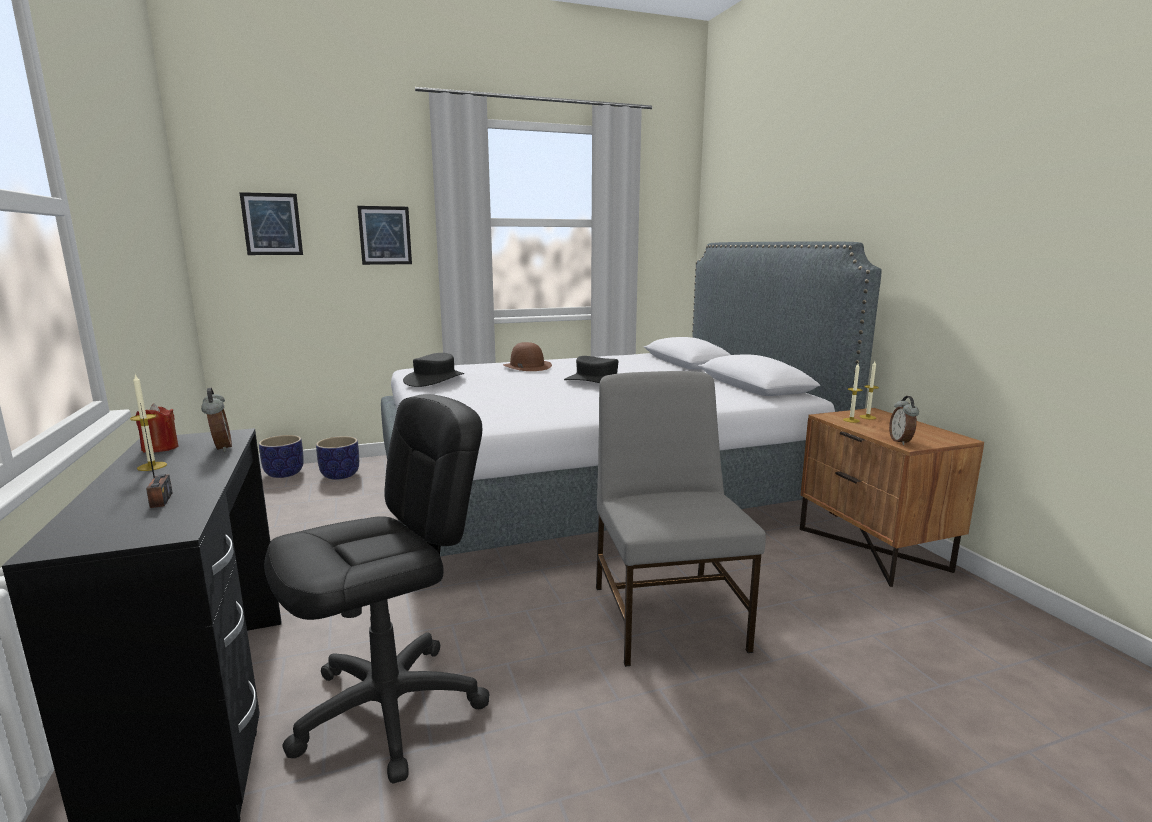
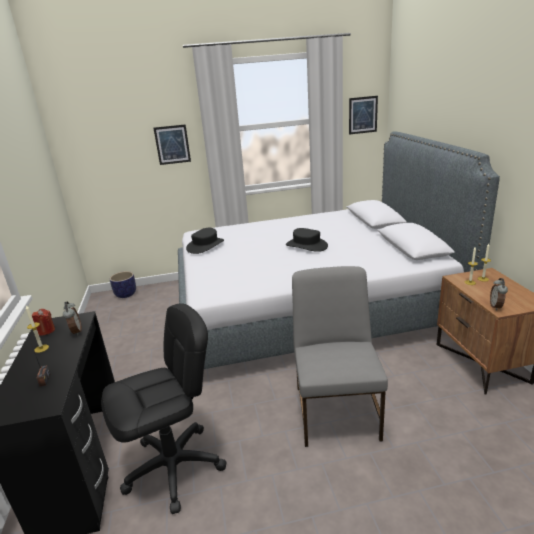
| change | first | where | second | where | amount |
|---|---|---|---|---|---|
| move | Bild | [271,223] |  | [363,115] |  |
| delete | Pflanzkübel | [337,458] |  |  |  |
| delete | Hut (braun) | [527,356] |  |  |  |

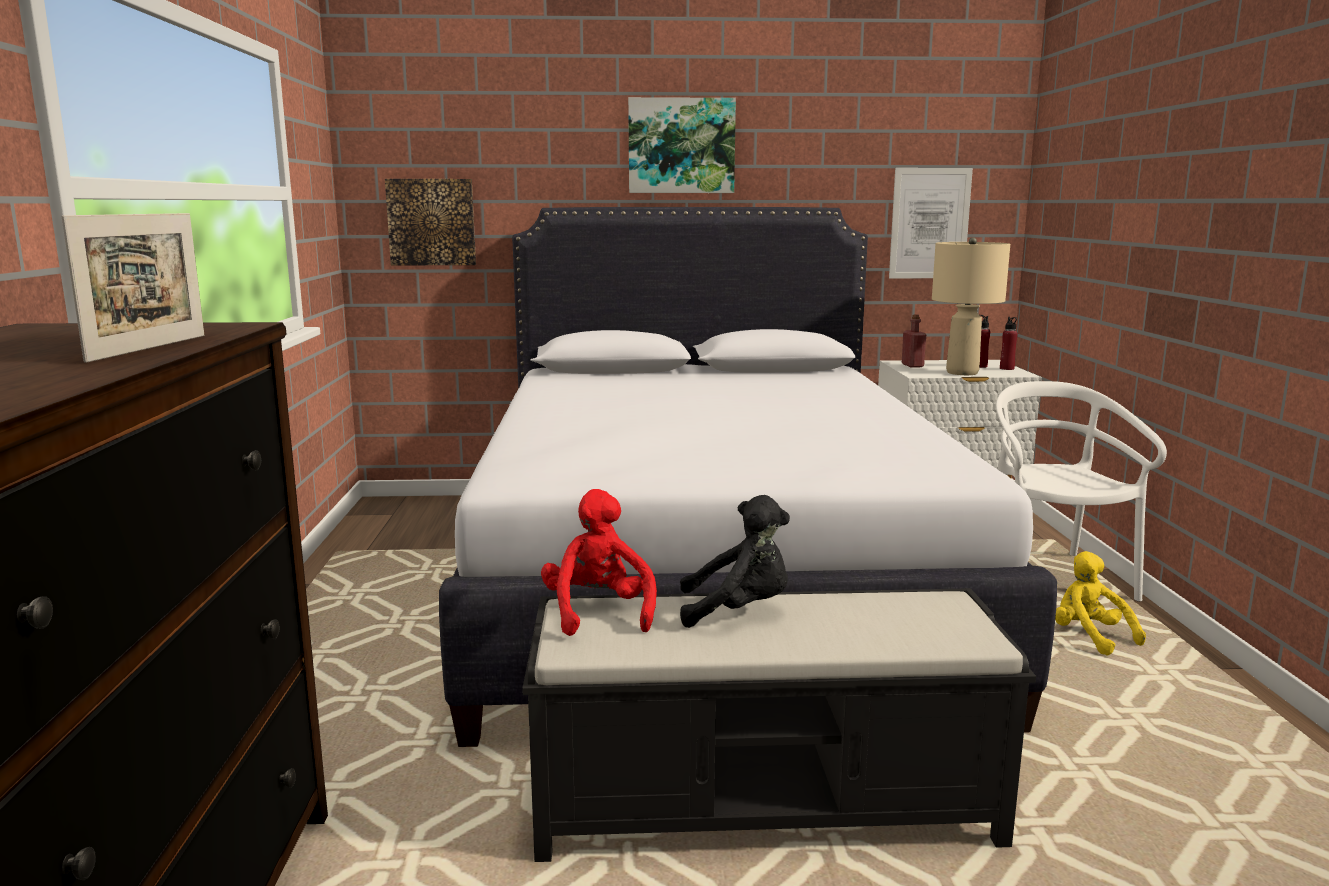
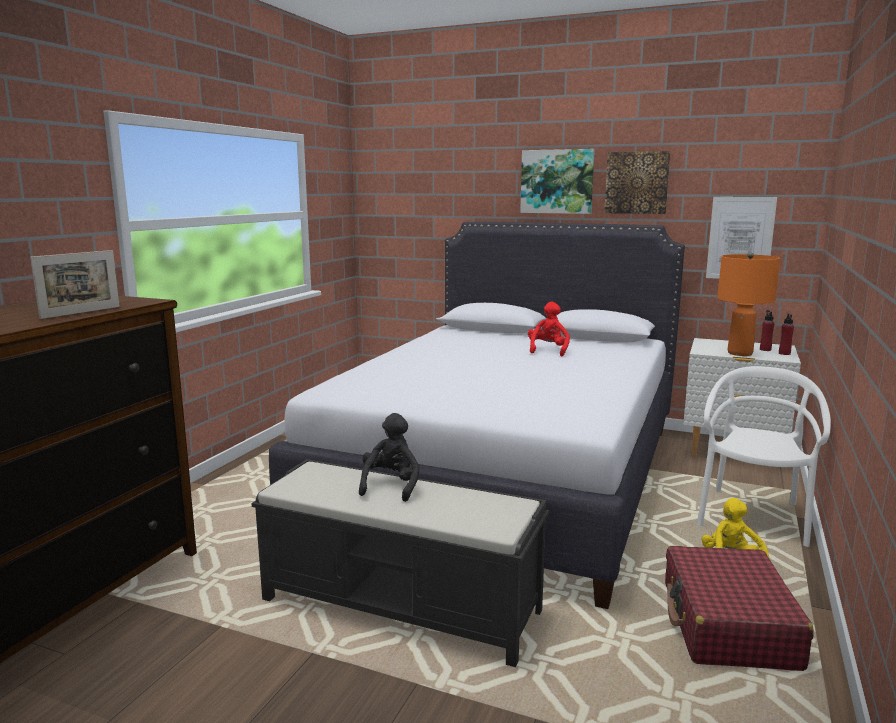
| change | first | where | second | where | amount |
|---|---|---|---|---|---|
| rotate | Plüschtier (schwarz) | [735,561] |  | [389,457] | 105 degrees counterclockwise |
| move | Plüschtier (rot) | [599,562] |  | [549,329] |  |
| move | Bild | [430,222] |  | [637,182] |  |
| insert |  |  | Koffer (rot) | [739,608] |  |
| recolor | Tischlampe (beige) | [971,306] | Tischlampe (orange) | [748,304] |  |
| delete | Flasche (rot) | [914,341] |  |  |  |

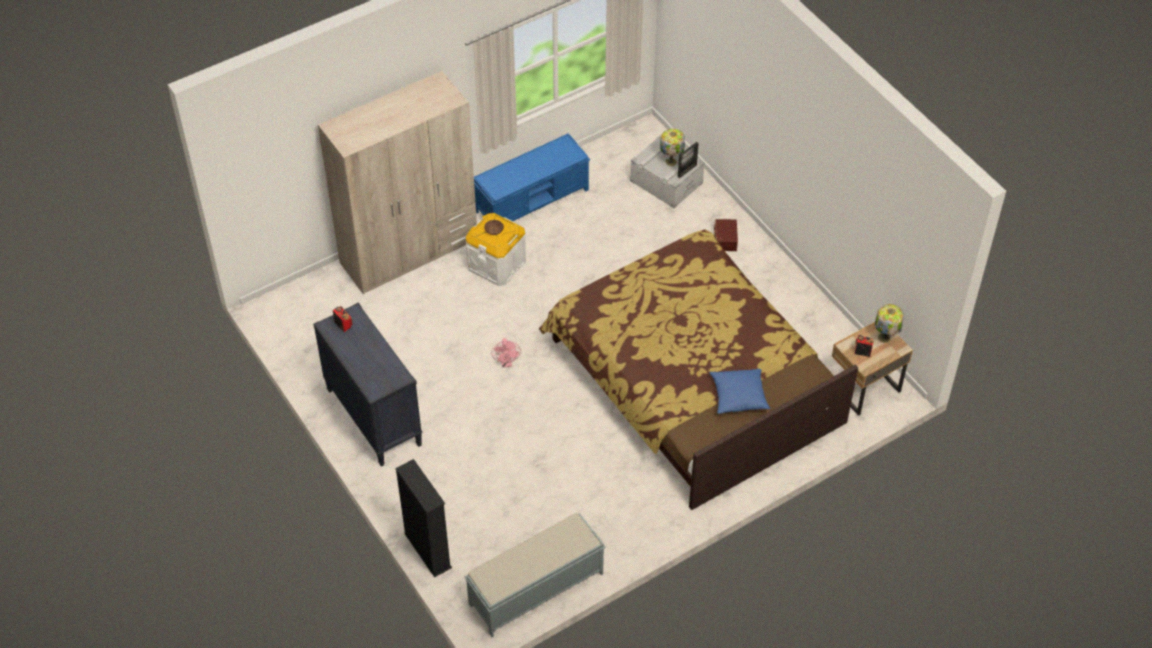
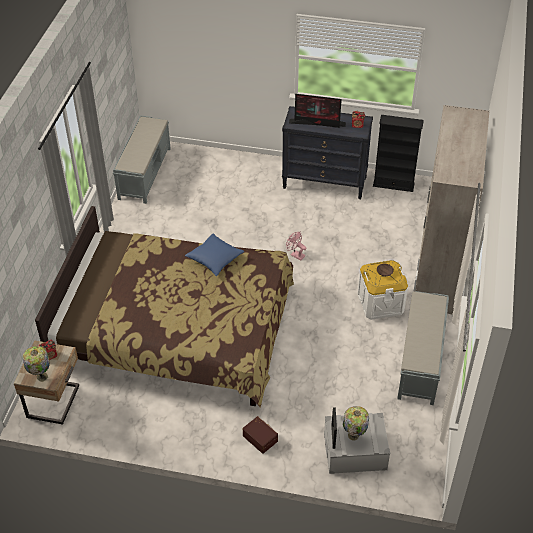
| change | first | where | second | where | amount |
|---|---|---|---|---|---|
| move | Kissen (blau) | [740,391] |  | [214,254] |  |
| insert |  |  | Monitor | [317,111] |  |
| move | Bücherregal (schwarz) | [423,518] |  | [398,153] |  |
| recolor | Bank (blau) | [532,177] | Bank (grau) | [423,348] |  |

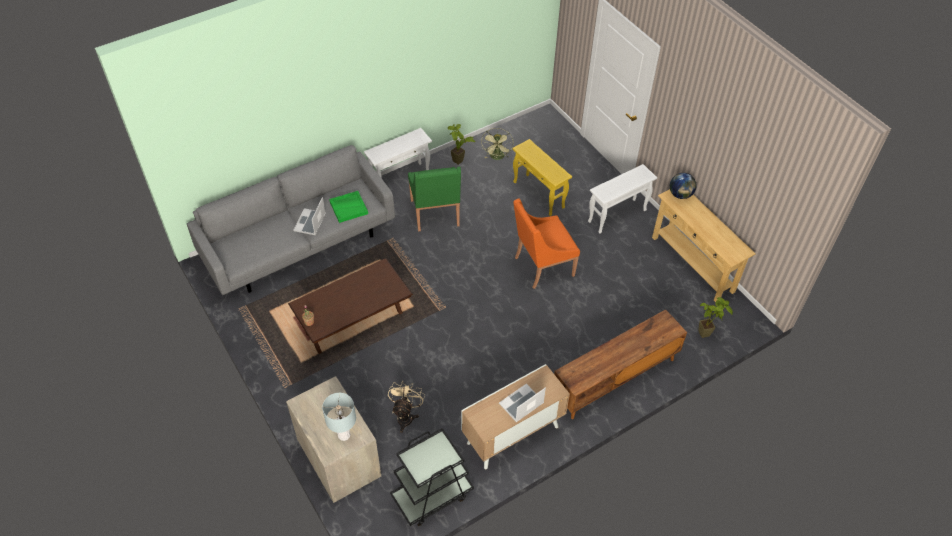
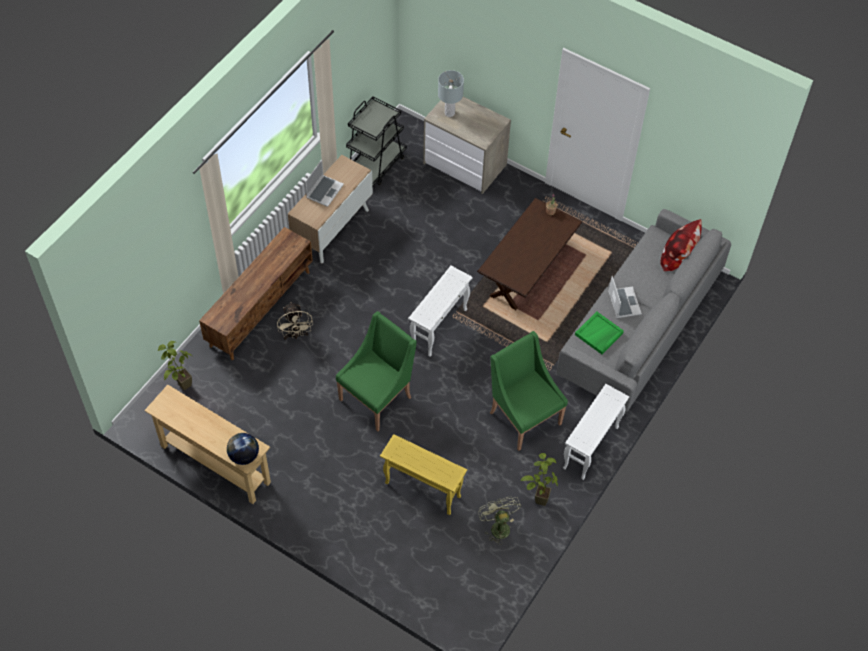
| change | first | where | second | where | amount |
|---|---|---|---|---|---|
| move | Ventilator (beige) | [406,407] |  | [295,321] |  |
| recolor | Sessel (orange) | [546,244] | Sessel (grün) | [376,371] |  |
| move | Beistelltisch (weiß) | [622,199] |  | [440,311] |  |
| insert |  |  | Kissen | [681,245] |  |

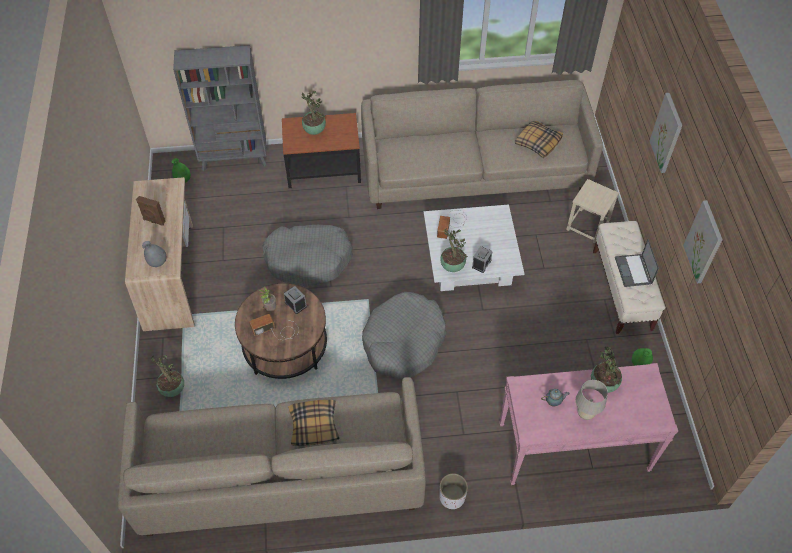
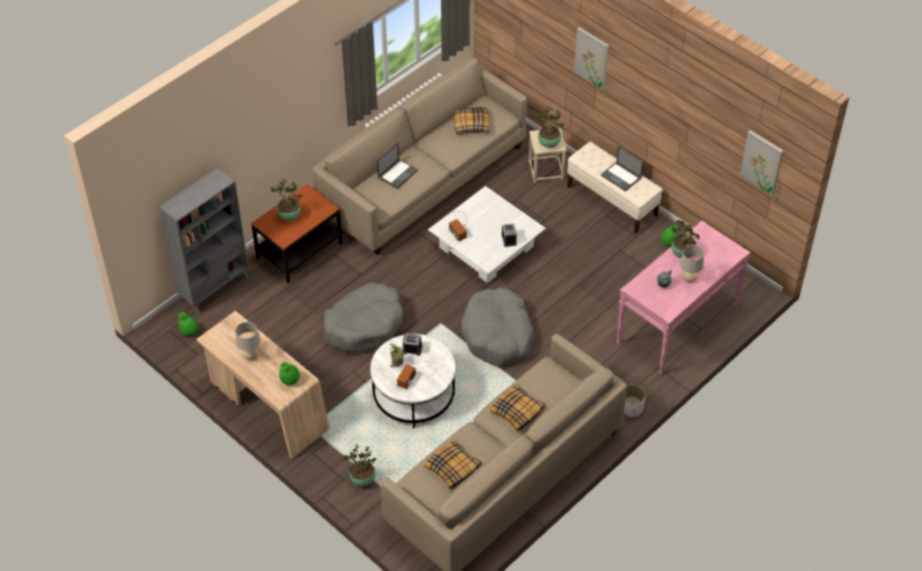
| change | first | where | second | where | amount |
|---|---|---|---|---|---|
| replace | Lautsprecher (braun) | [151,211] | Tischlampe (beige) | [248,340] |  |
| recolor | Vase (grau) | [154,254] | Vase (grün) | [289,373] |  |
| recolor | Couchtisch (braun) | [281,331] | Couchtisch (weiß) | [413,381] |  |
| insert |  |  | Laptop | [397,166] |  |
| insert |  |  | Kissen | [452,464] |  |
| move | Topfpflanze | [454,250] |  | [549,127] |  |
| move | Bild | [703,241] |  | [762,162] |  |

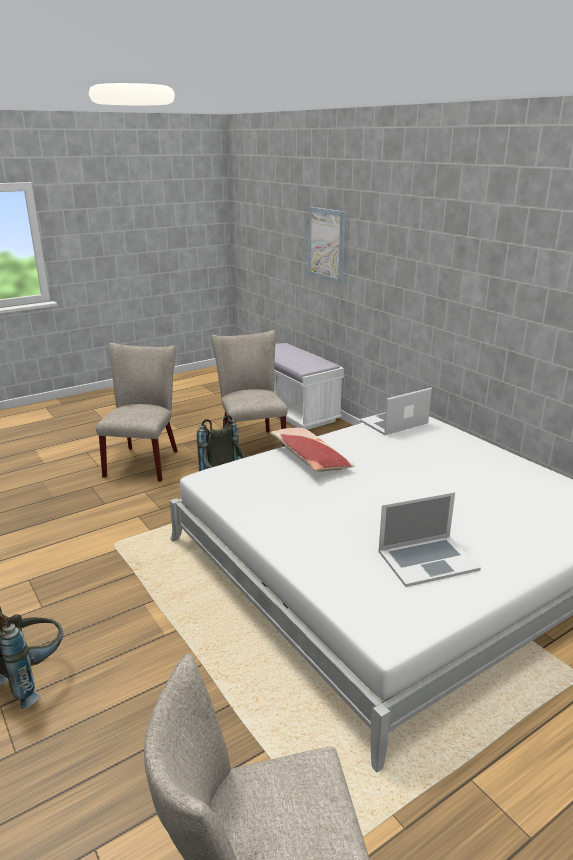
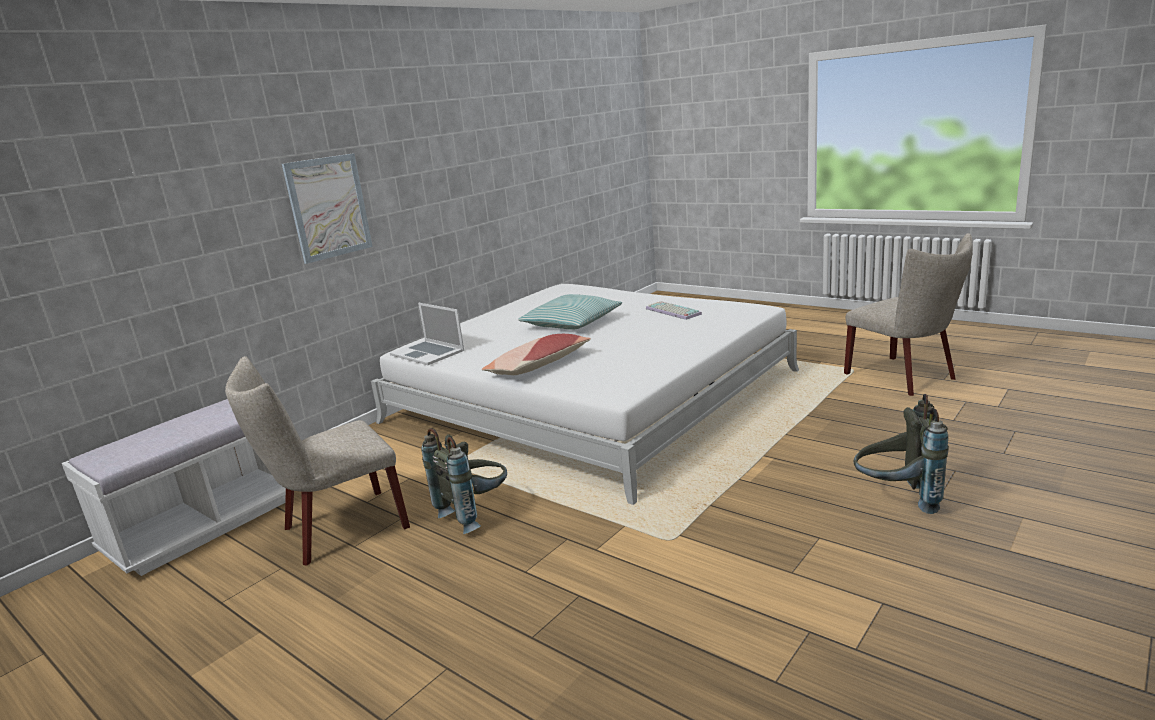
| change | first | where | second | where | amount |
|---|---|---|---|---|---|
| move | Bild | [326,245] |  | [327,208] |  |
| insert |  |  | Kissen | [570,312] |  |
| replace | Laptop | [430,539] | Tastatur | [674,310] |  |
| delete | Stuhl (beige) | [137,412] |  |  |  |

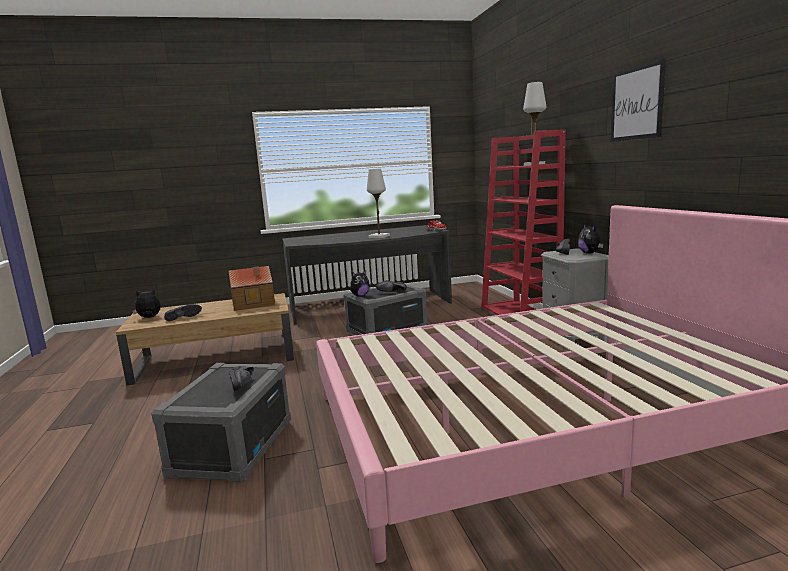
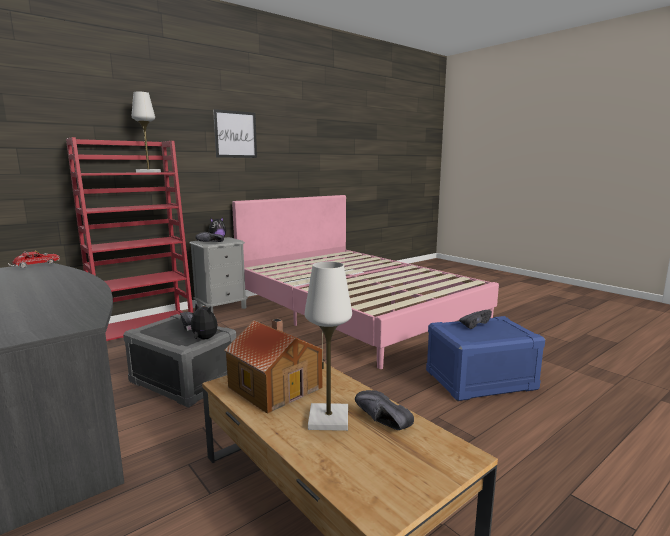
| change | first | where | second | where | amount |
|---|---|---|---|---|---|
| move | Tischlampe (weiß) | [378,203] |  | [328,346] |  |
| recolor | Aufbewahrungsbox (grau) | [221,423] | Aufbewahrungsbox (blau) | [485,358] |  |
| delete | Plüschtier | [146,303] |  |  |  |

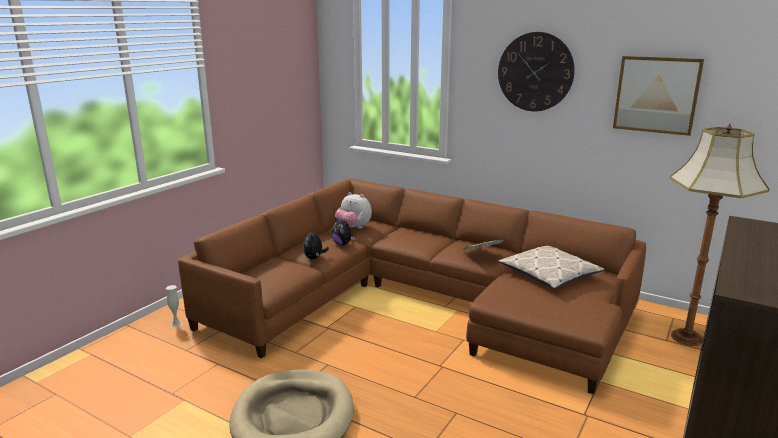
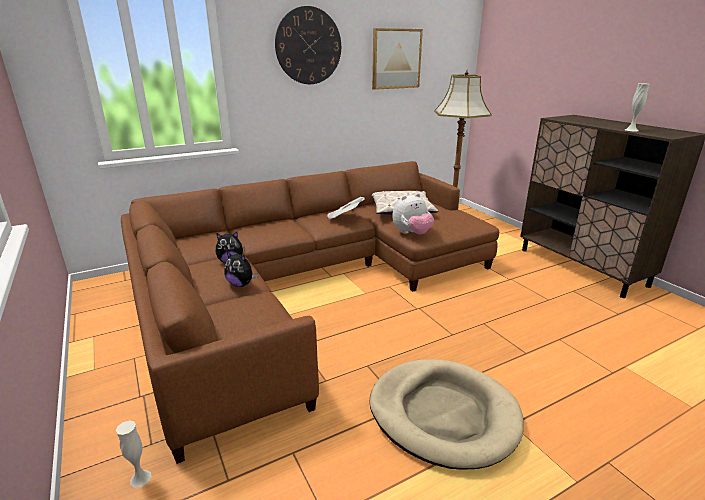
| change | first | where | second | where | amount |
|---|---|---|---|---|---|
| move | Plüschtier | [353,210] |  | [413,214] |  |
| insert |  |  | Vase (weiß) | [637,107] |  |

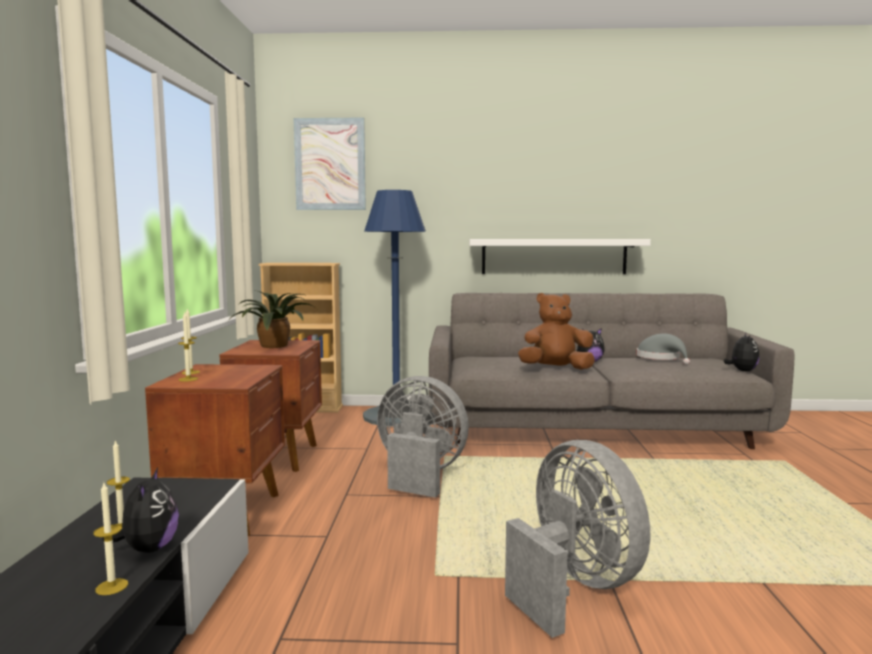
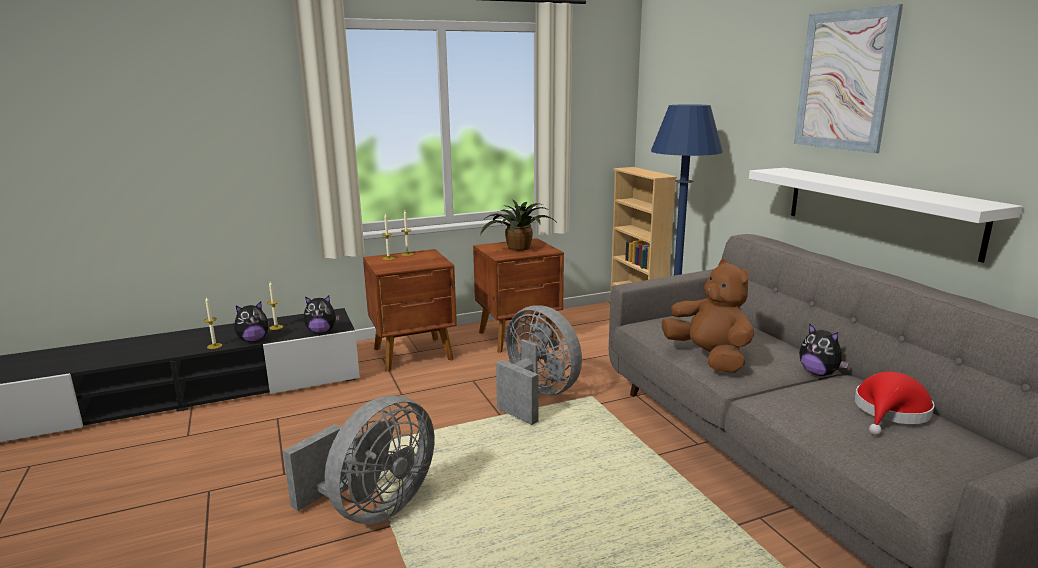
| change | first | where | second | where | amount |
|---|---|---|---|---|---|
| move | Plüschtier | [741,352] |  | [322,314] |  |
| rotate | Ventilator (grau) | [423,437] |  | [539,365] | 45 degrees counterclockwise |
| move | Bild | [330,164] |  | [848,78] |  |
| recolor | Hut (grau) | [663,349] | Hut (rot) | [894,403] |  |

